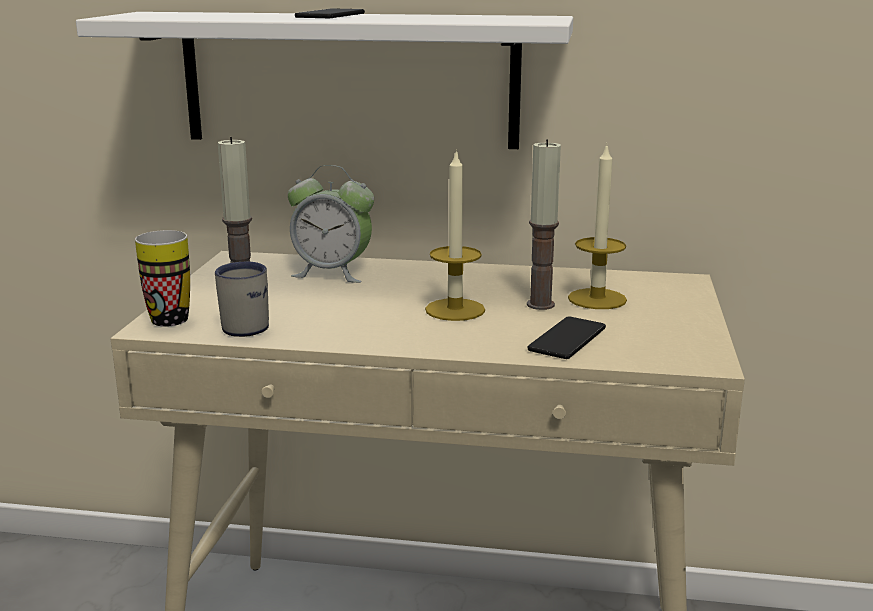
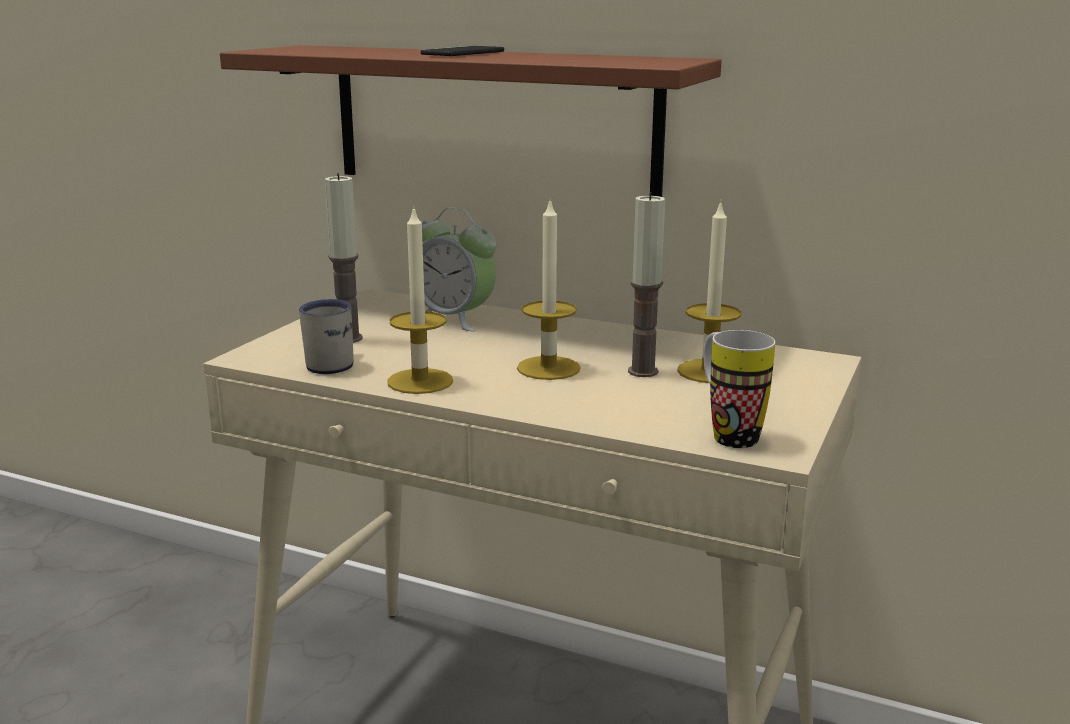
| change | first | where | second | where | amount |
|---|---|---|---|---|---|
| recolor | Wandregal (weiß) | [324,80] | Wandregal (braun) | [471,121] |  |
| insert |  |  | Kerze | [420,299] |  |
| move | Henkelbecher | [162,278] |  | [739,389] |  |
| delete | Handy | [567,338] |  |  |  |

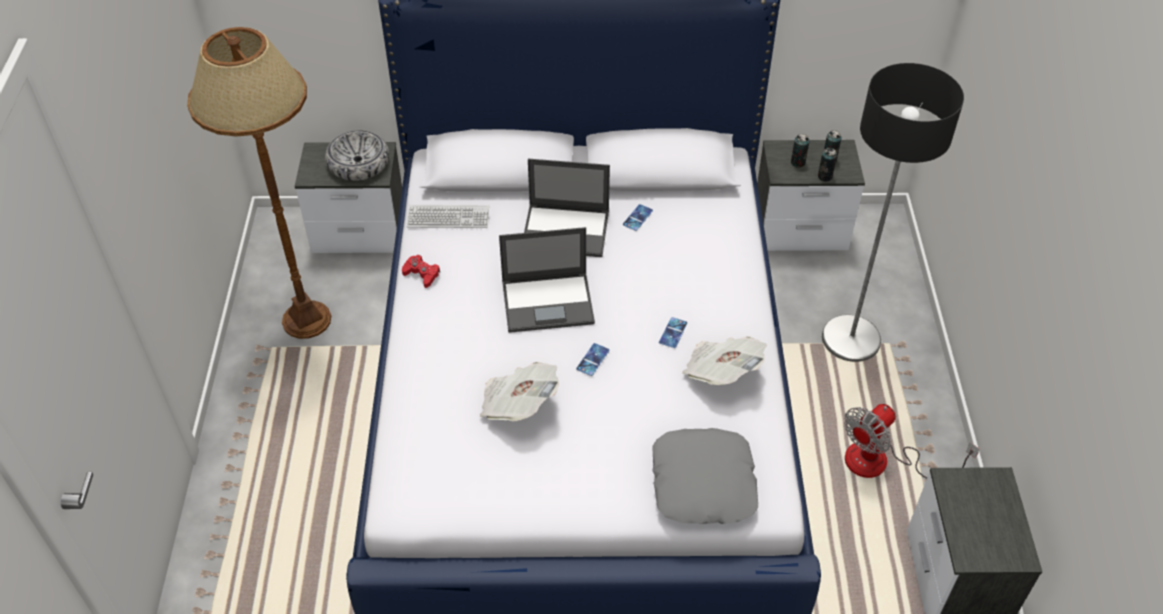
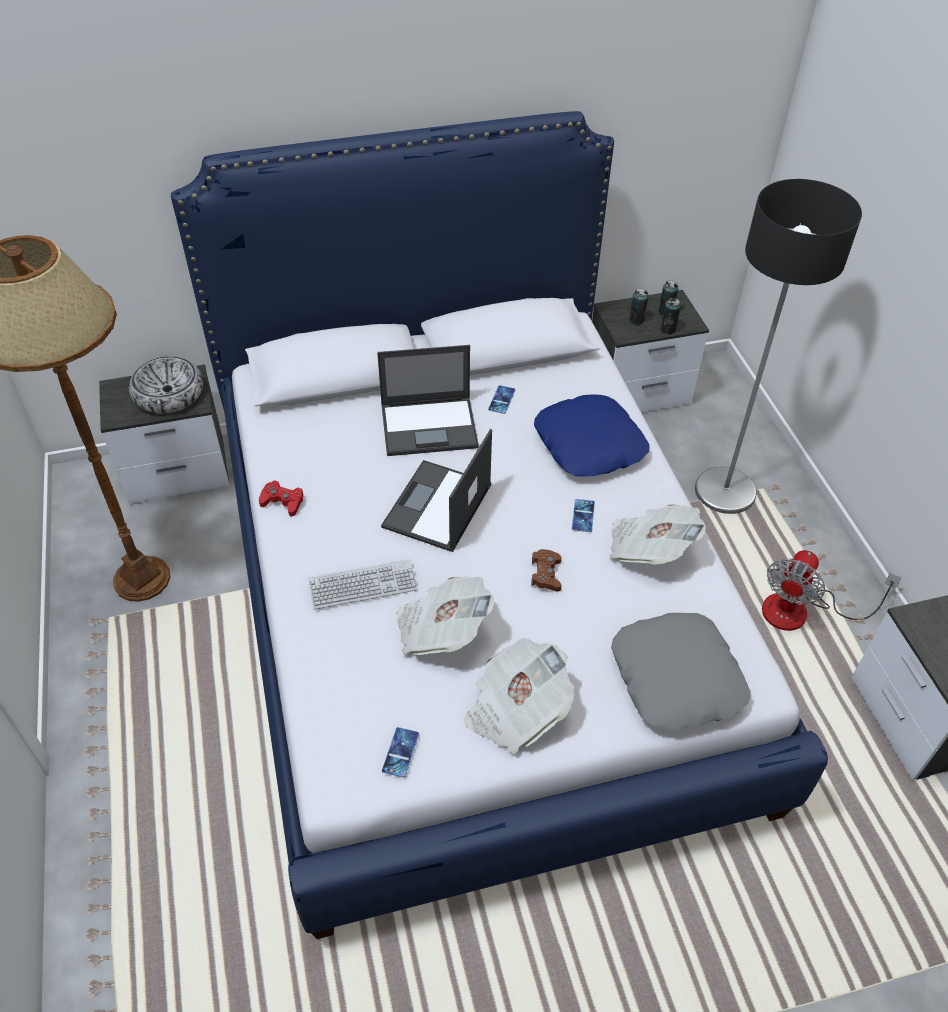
| change | first | where | second | where | amount |
|---|---|---|---|---|---|
| move | Tastatur | [448,216] |  | [363,584] |  |
| rotate | Laptop | [547,280] |  | [436,490] | 135 degrees clockwise |
| move | Handy | [592,359] |  | [400,752] |  |
| insert |  |  | Zeitung | [519,696] |  |
| insert |  |  | Gamepad (braun) | [546,570] |  |
| insert |  |  | Kissen (blau) | [592,435] |  |

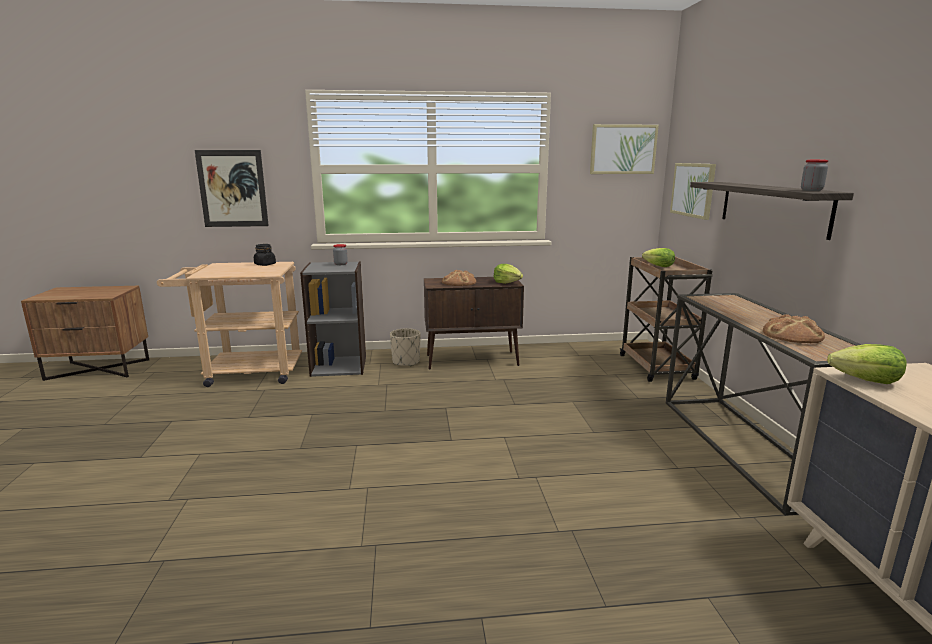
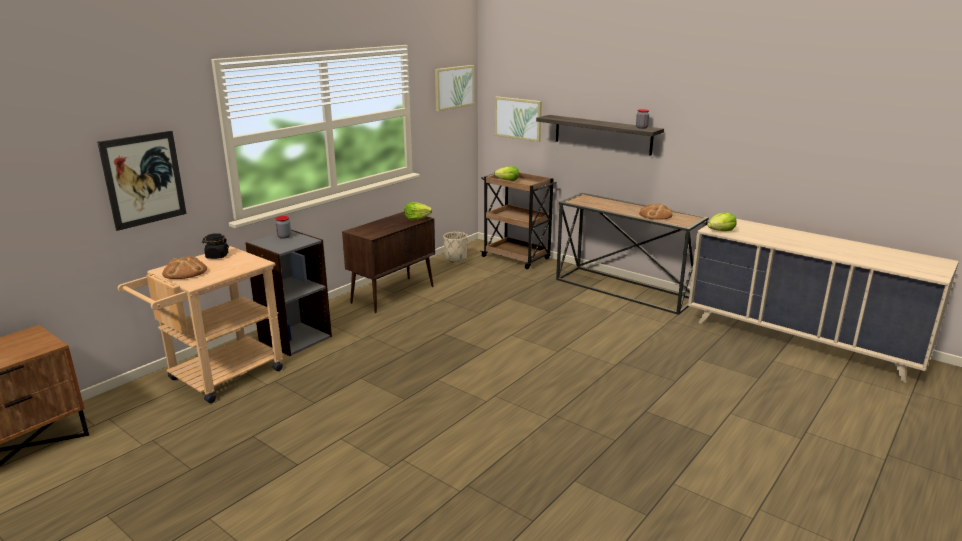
| change | first | where | second | where | amount |
|---|---|---|---|---|---|
| move | Brot | [459,278] |  | [184,267] |  |
| move | Pflanzkübel (beige) | [405,347] |  | [455,247] |  |

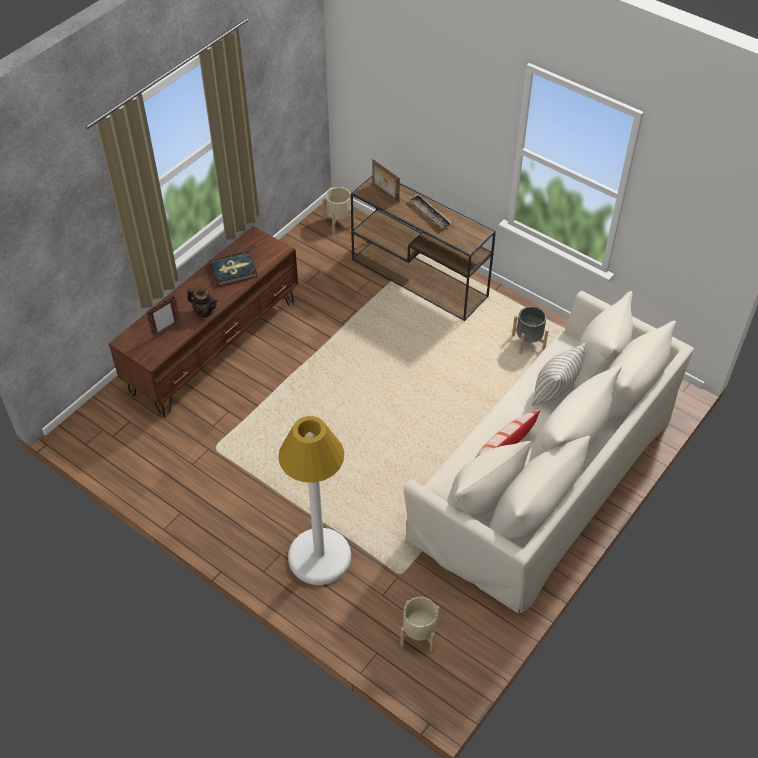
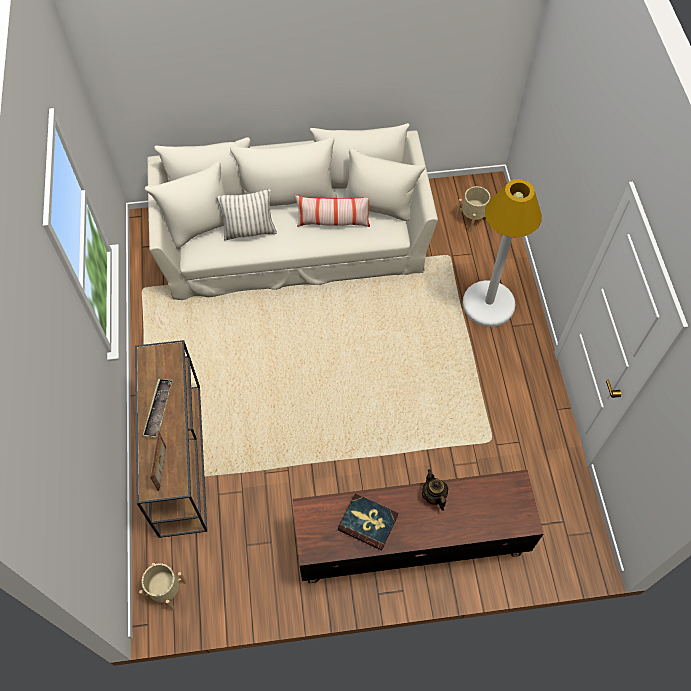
| change | first | where | second | where | amount |
|---|---|---|---|---|---|
| delete | Bilderrahmen | [163,317] |  |  |  |
| delete | Pflanzkübel (grau) | [530,330] |  |  |  |

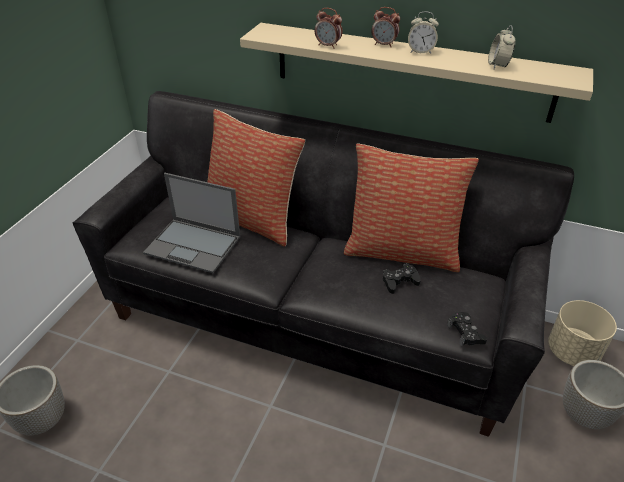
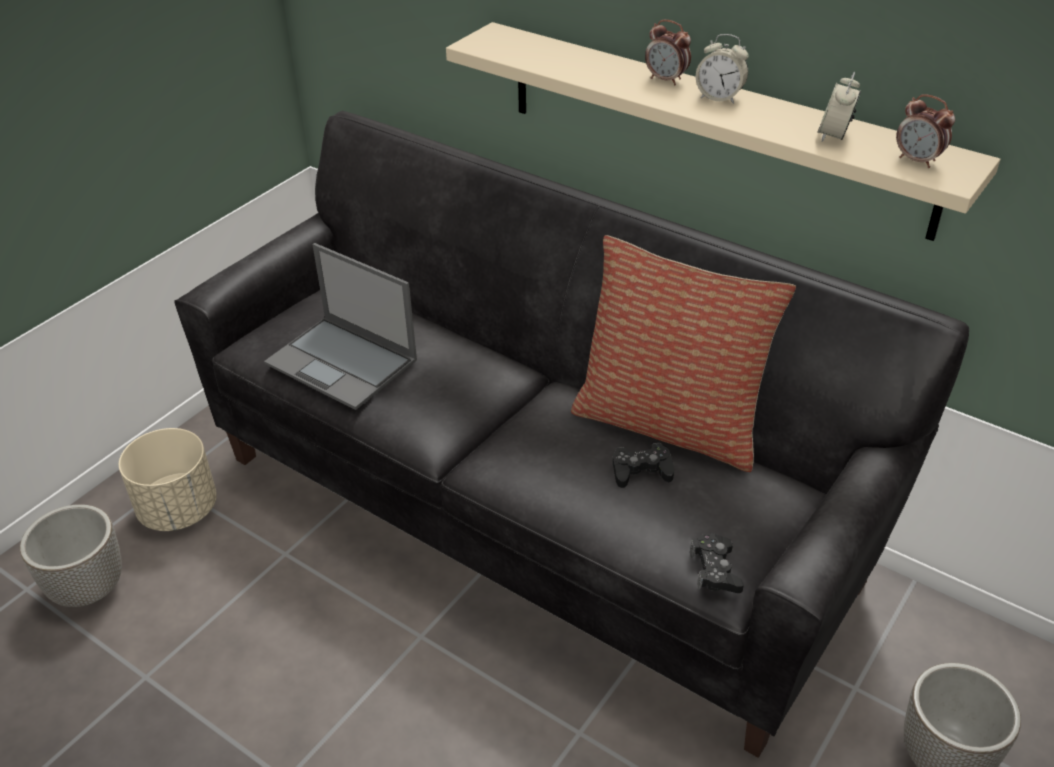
| change | first | where | second | where | amount |
|---|---|---|---|---|---|
| move | Pflanzkübel (beige) | [582,333] |  | [168,479] |  |
| move | Wecker | [329,28] |  | [925,131] |  |
| delete | Kissen | [256,177] |  |  |  |

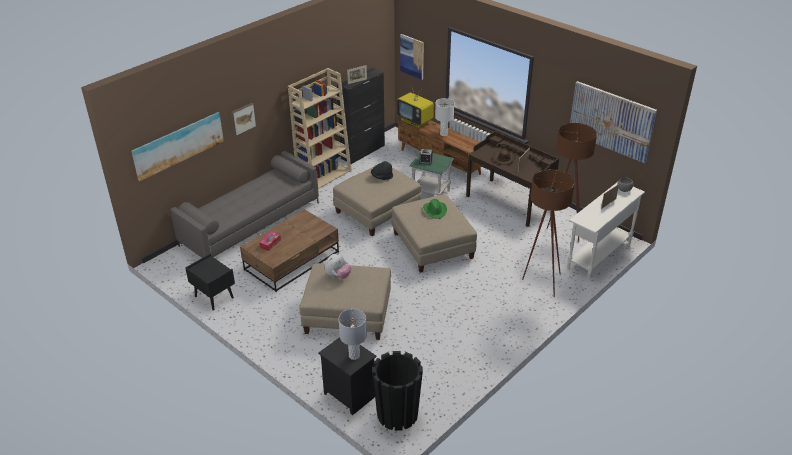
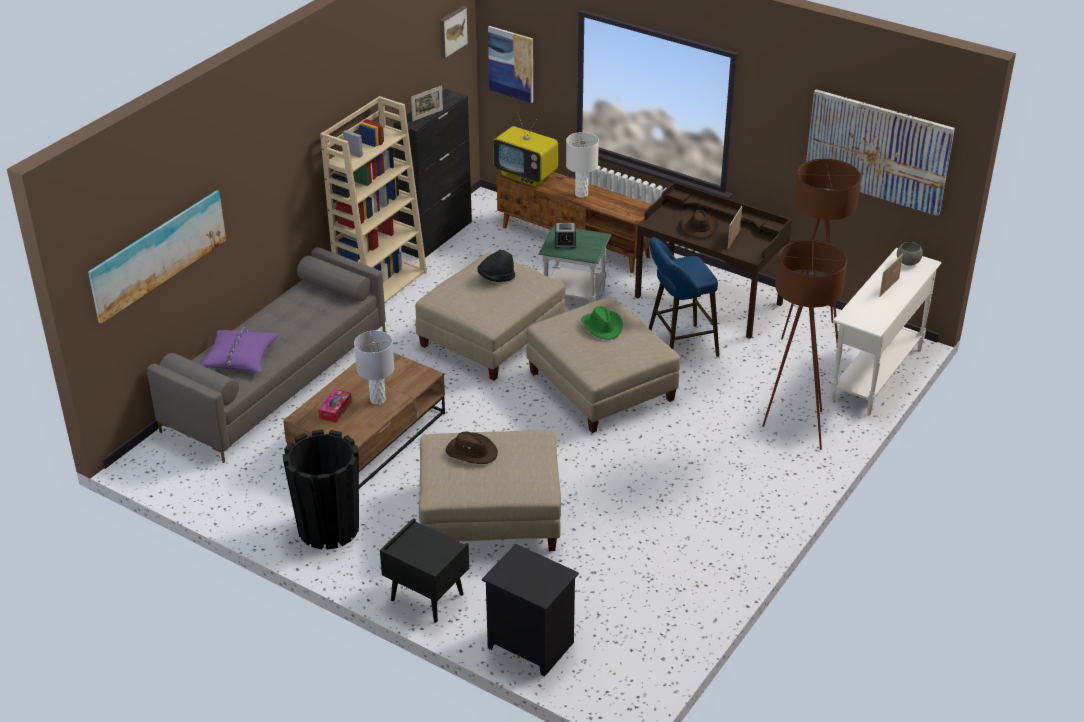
| change | first | where | second | where | amount |
|---|---|---|---|---|---|
| insert |  |  | Kissen (lila) | [239,349] |  |
| move | Pflanzkübel (schwarz) | [397,391] |  | [320,490] |  |
| move | Tischlampe (grau) | [353,334] |  | [374,368] |  |
| move | Nachttisch (schwarz) | [210,282] |  | [424,570] |  |
| move | Bild | [243,119] |  | [454,32] |  |
| replace | Plüschtier | [338,266] | Hut (braun) | [472,448] |  |
| insert |  |  | Hocker (blau) | [684,297] |  |

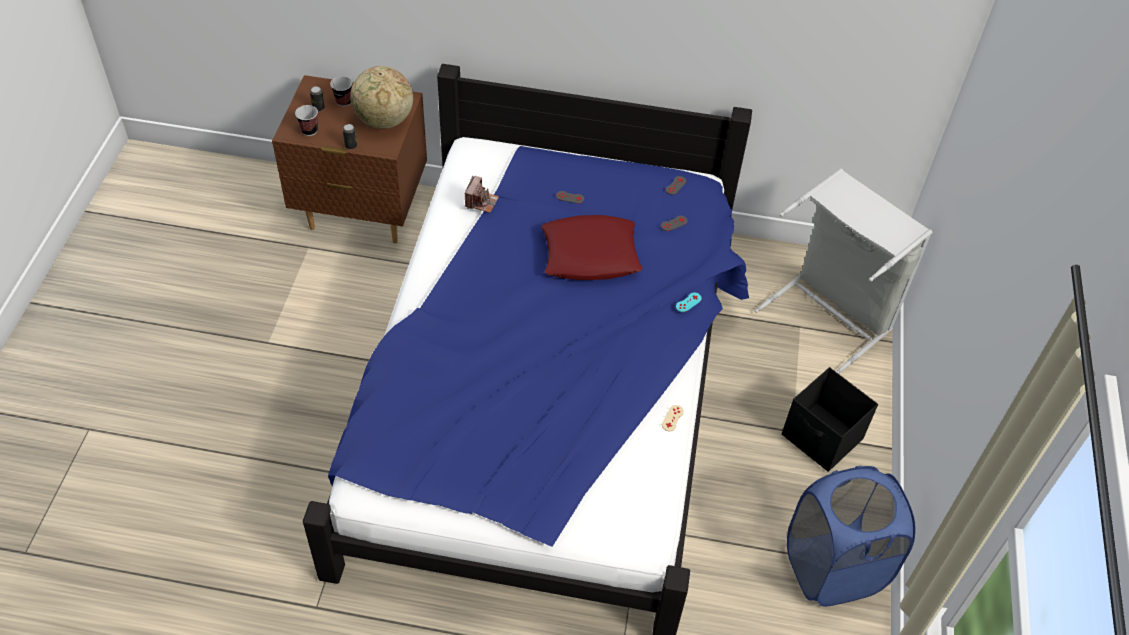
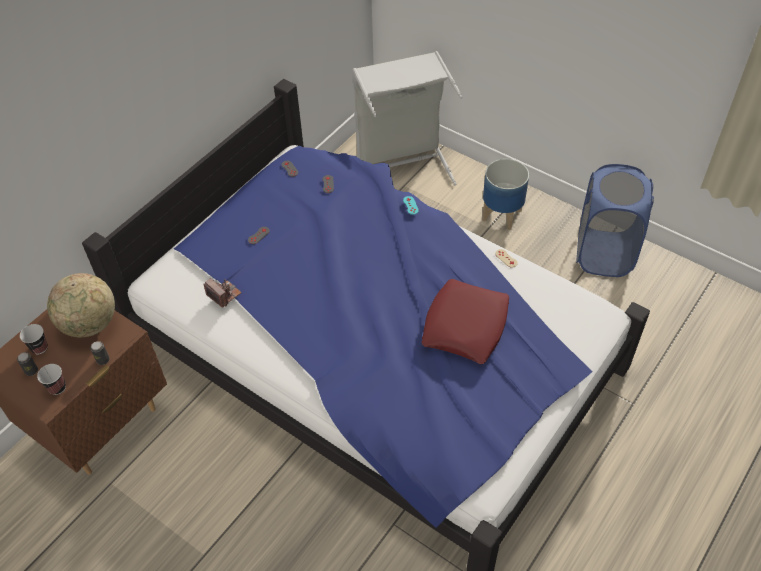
| change | first | where | second | where | amount |
|---|---|---|---|---|---|
| move | Kissen (rot) | [591,247] |  | [465,321] |  |
| replace | Aufbewahrungsbox (schwarz) | [830,419] | Pflanzkübel | [505,194] |  |

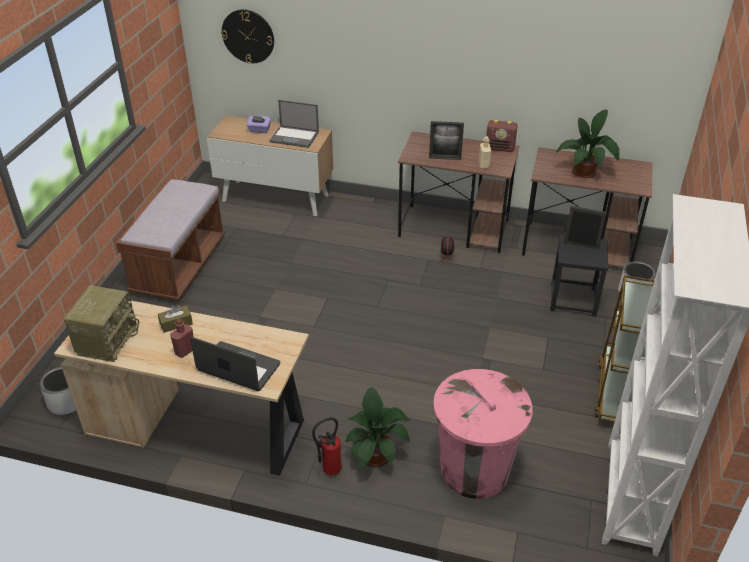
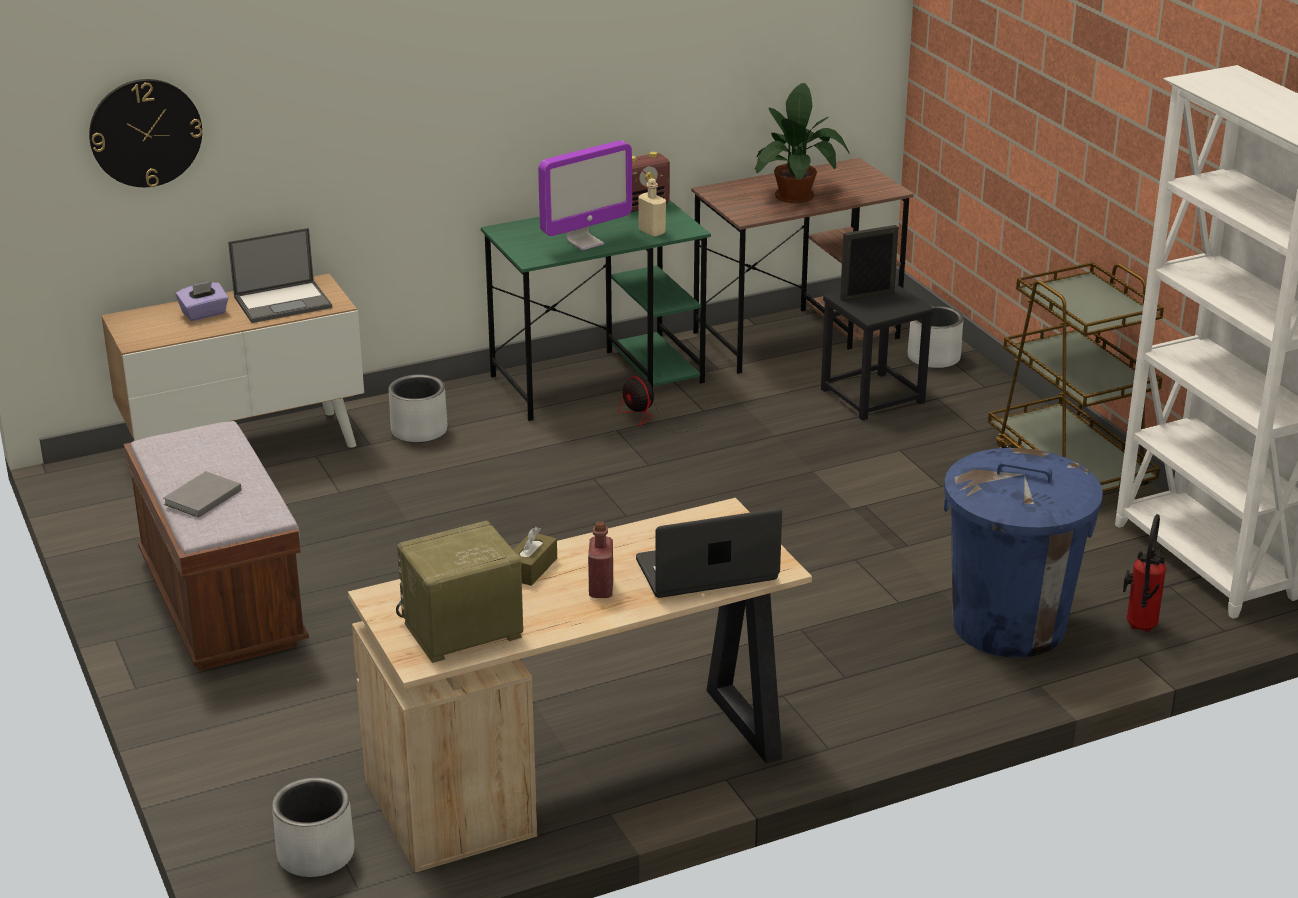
| change | first | where | second | where | amount |
|---|---|---|---|---|---|
| insert |  |  | Buch (grau) | [202,494] |  |
| insert |  |  | Pflanzkübel (grau) | [418,408] |  |
| rotate | Radio | [101,323] |  | [459,592] | 90 degrees counterclockwise |
| recolor | Schreibtisch (braun) | [458,192] | Schreibtisch (grün) | [596,310] |  |
| replace | Bilderrahmen | [446,140] | Monitor | [585,195] |  |
| recolor | Mülleimer (rosa) | [483,434] | Mülleimer (blau) | [1023,553] |  |
| move | Feuerlöscher | [327,446] |  | [1144,573] |  |
| delete | Topfpflanze | [377,427] |  |  |  |

